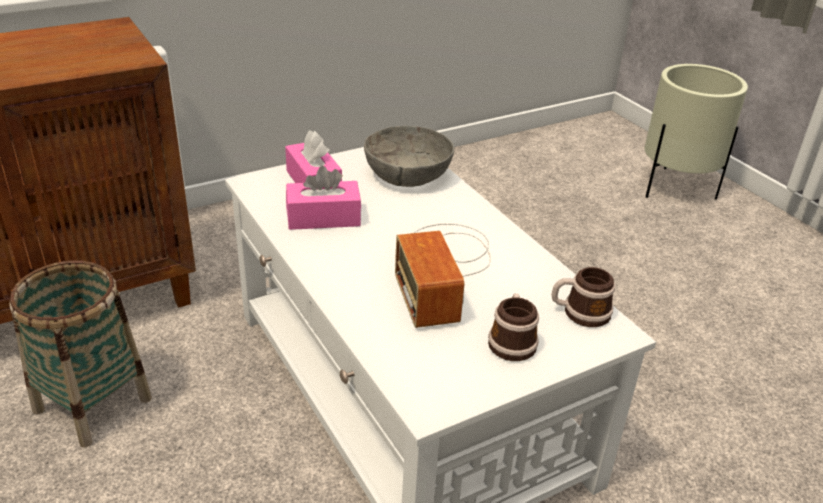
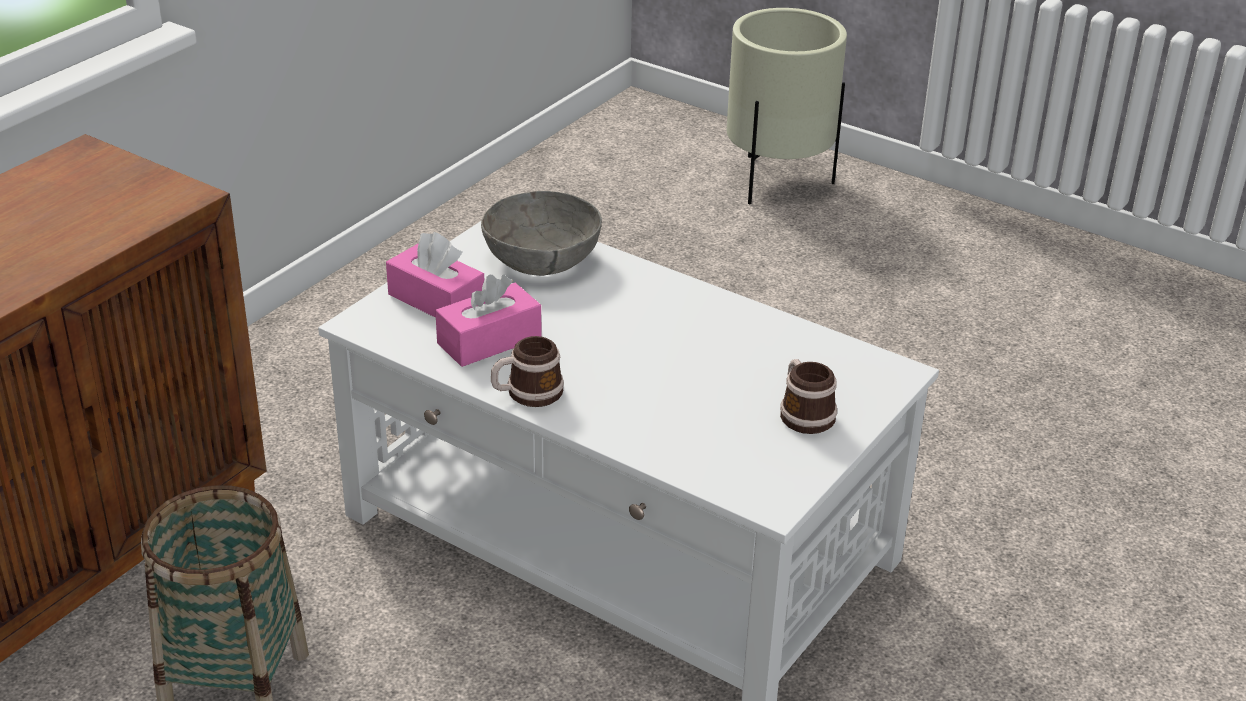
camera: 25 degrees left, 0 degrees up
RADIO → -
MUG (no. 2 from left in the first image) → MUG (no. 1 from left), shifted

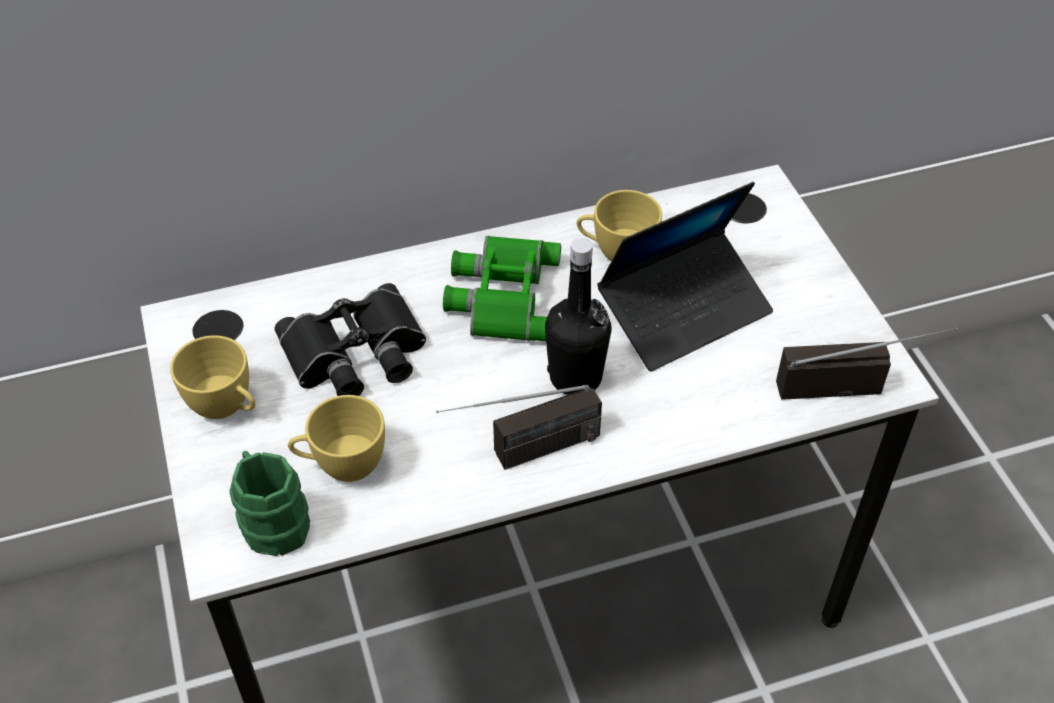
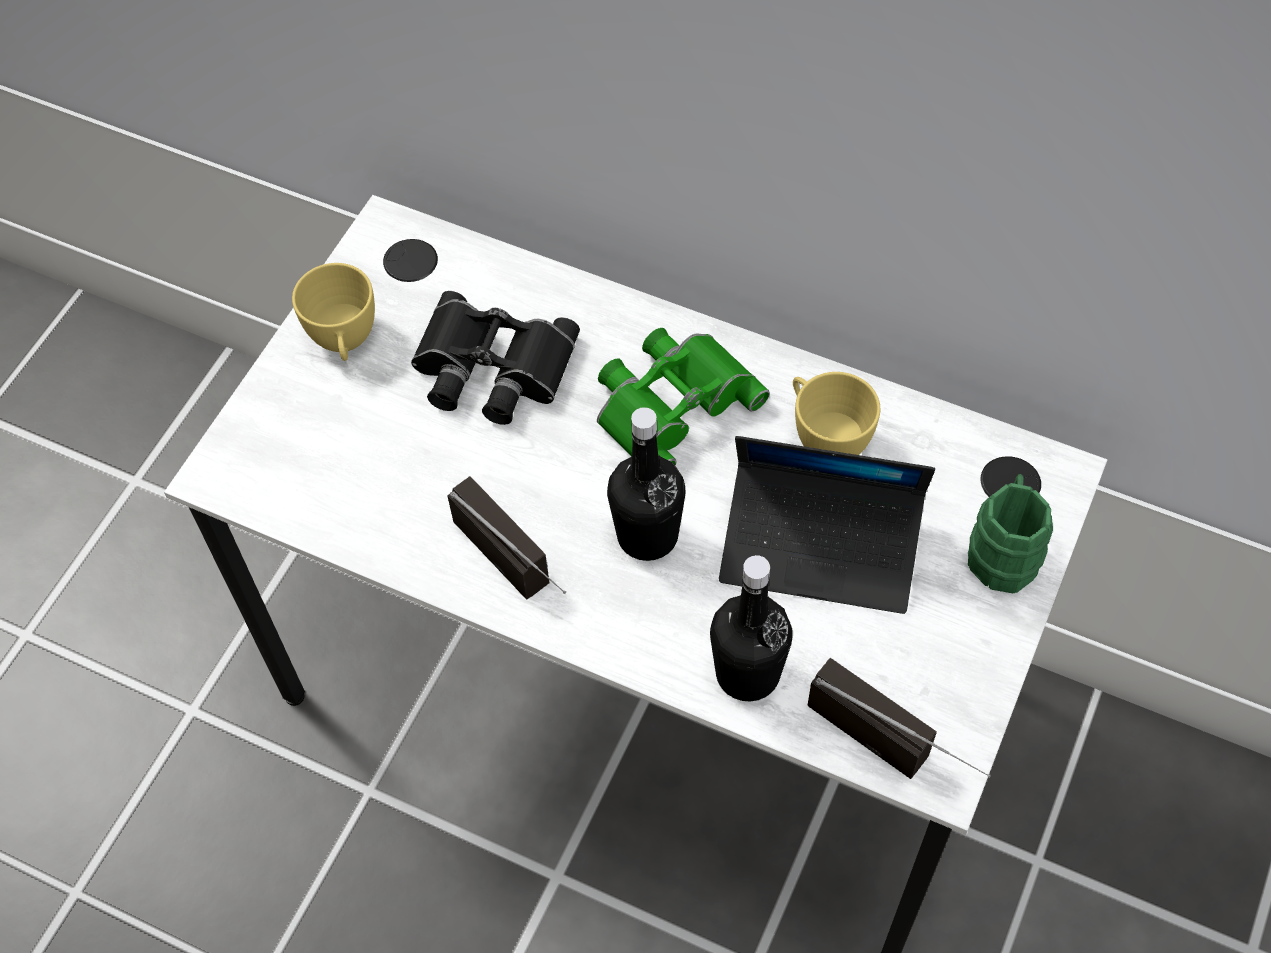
camera: 45 degrees right, 10 degrees up
GREEN MUG, shifted
YELLOW CUP (no. 2 from left) → -
RADIO (no. 1 from left), 150 degrees counterclockwise
- → BLACK BOTTLE (no. 2 from left)

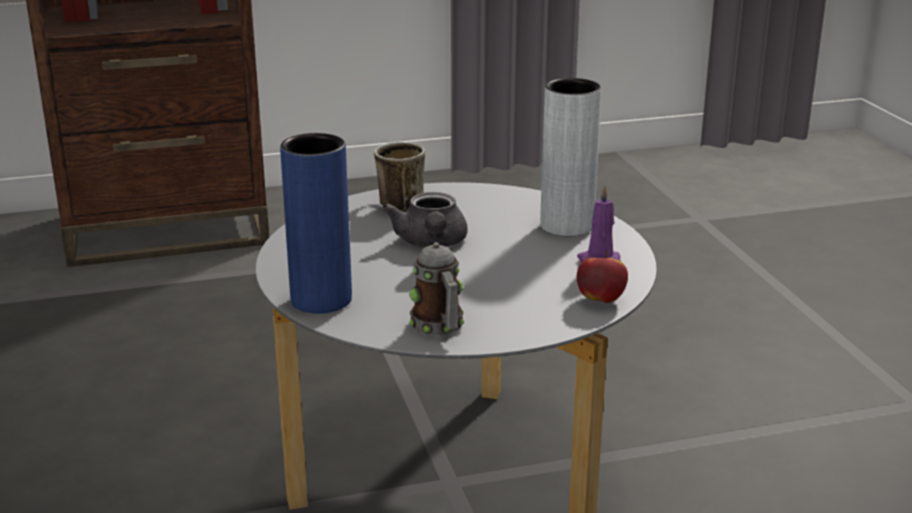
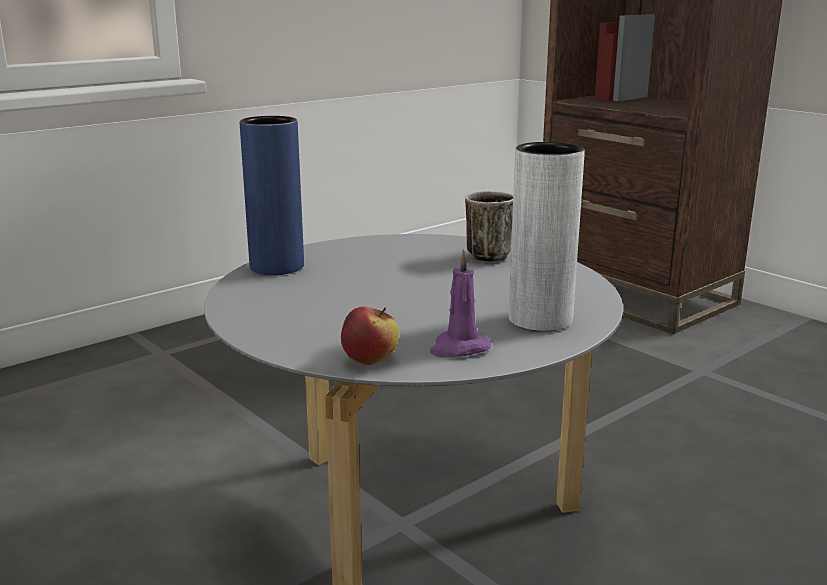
camera: 65 degrees right, 5 degrees down
GREY TEAPOT → -
MUG (no. 2 from left) → -

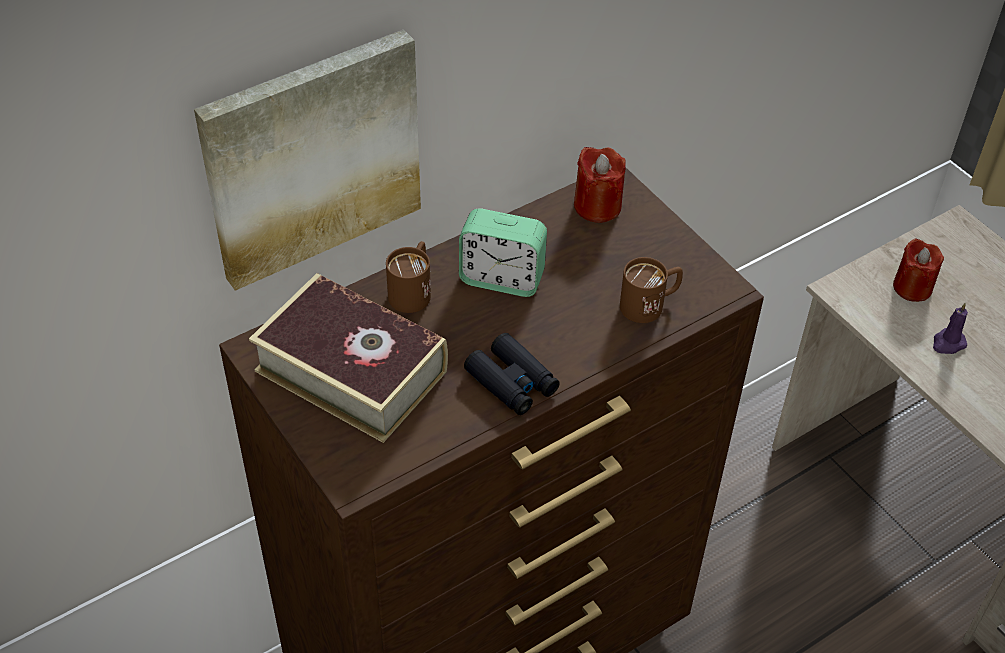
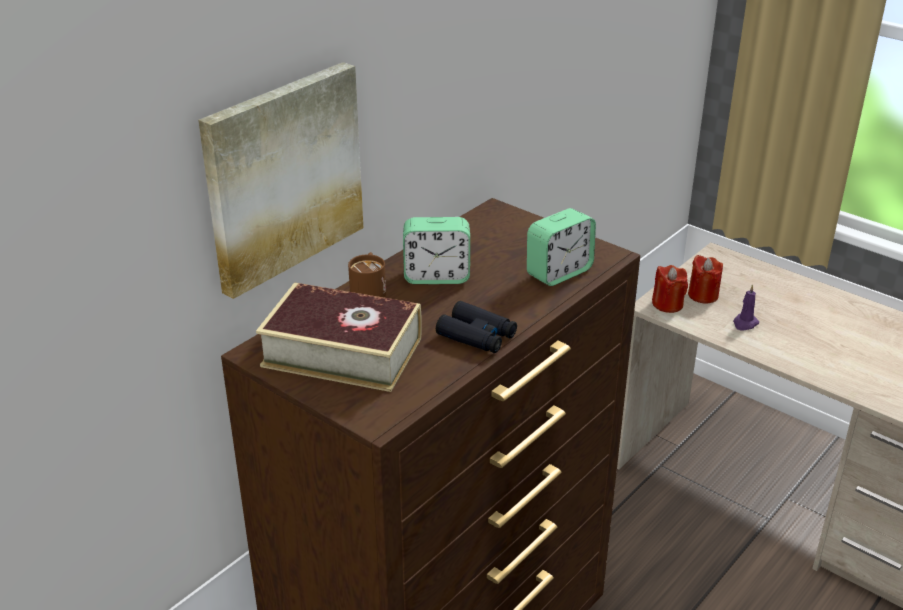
camera: 15 degrees left, 15 degrees down
RED CANDLE (no. 1 from left), shifted
BROWN MUG (no. 2 from left) → ALARM CLOCK (no. 2 from left)

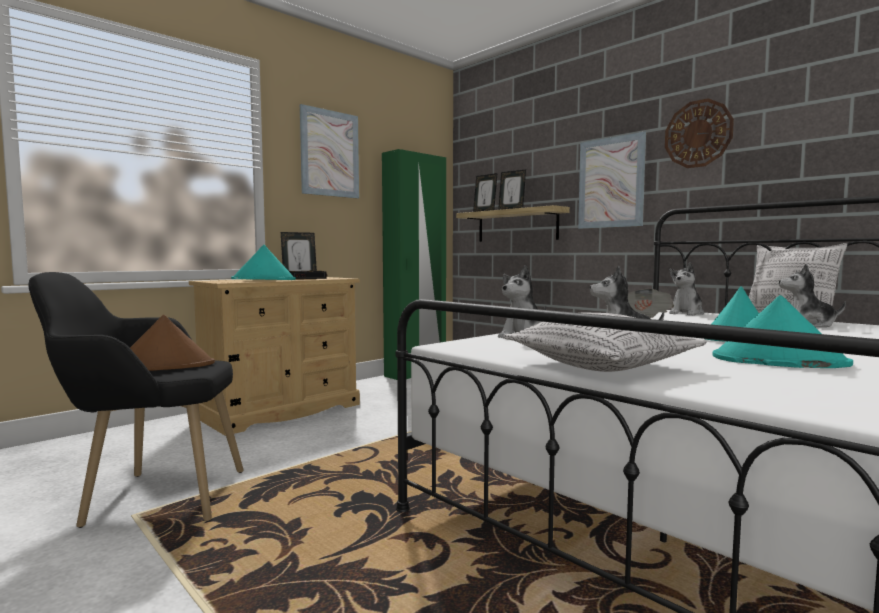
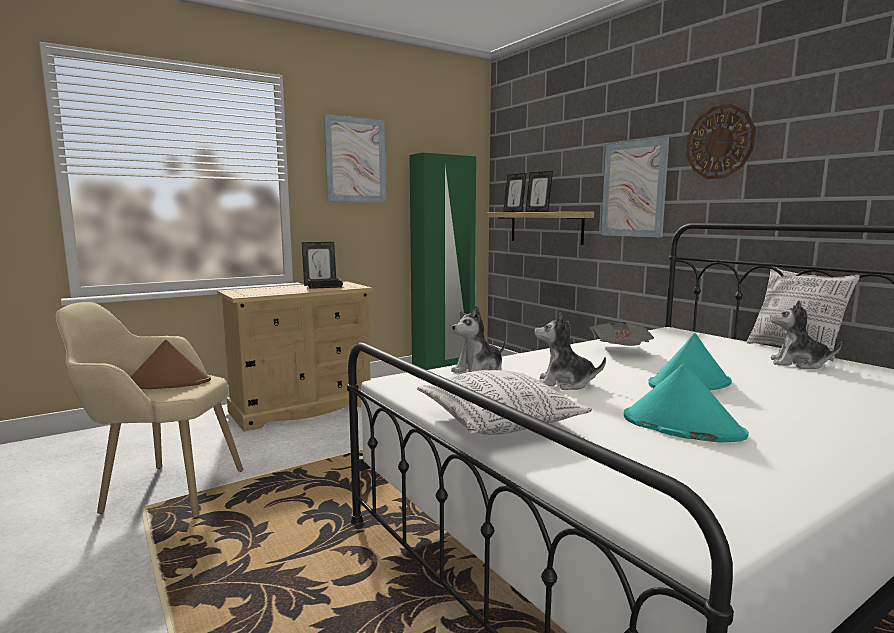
camera: 10 degrees right, 5 degrees up
BLACK ARMCHAIR → BEIGE ARMCHAIR
TURQUOISE HAT (no. 1 from left) → -
PLUSH TOY (no. 3 from left) → -

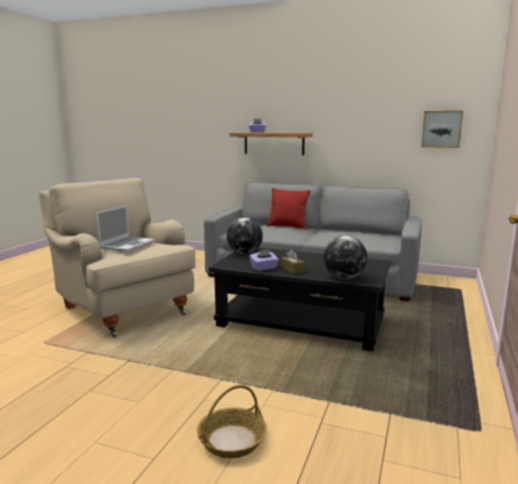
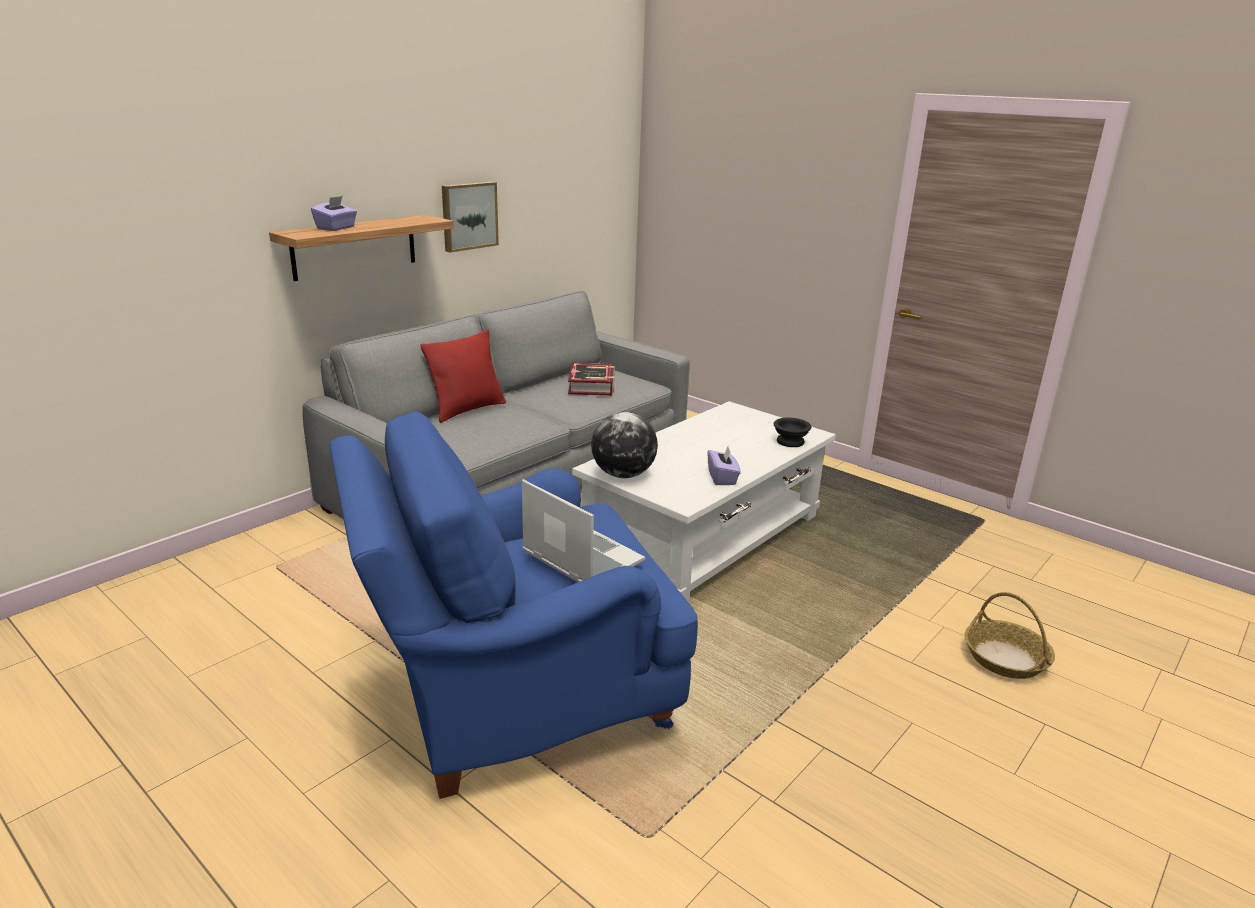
camera: 70 degrees left, 10 degrees up
BEIGE ARMCHAIR → BLUE ARMCHAIR
BLACK COFFEE TABLE → WHITE COFFEE TABLE
BROWN TISSUE BOX → -
GLOBE (no. 2 from left) → BLACK BOWL
PICTURE, shifted
- → BOOK

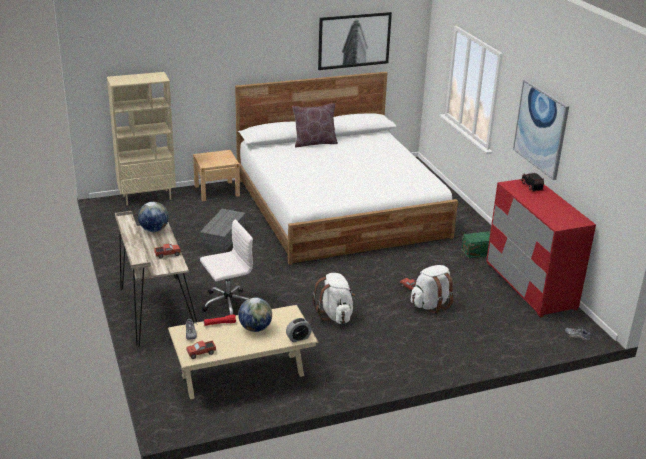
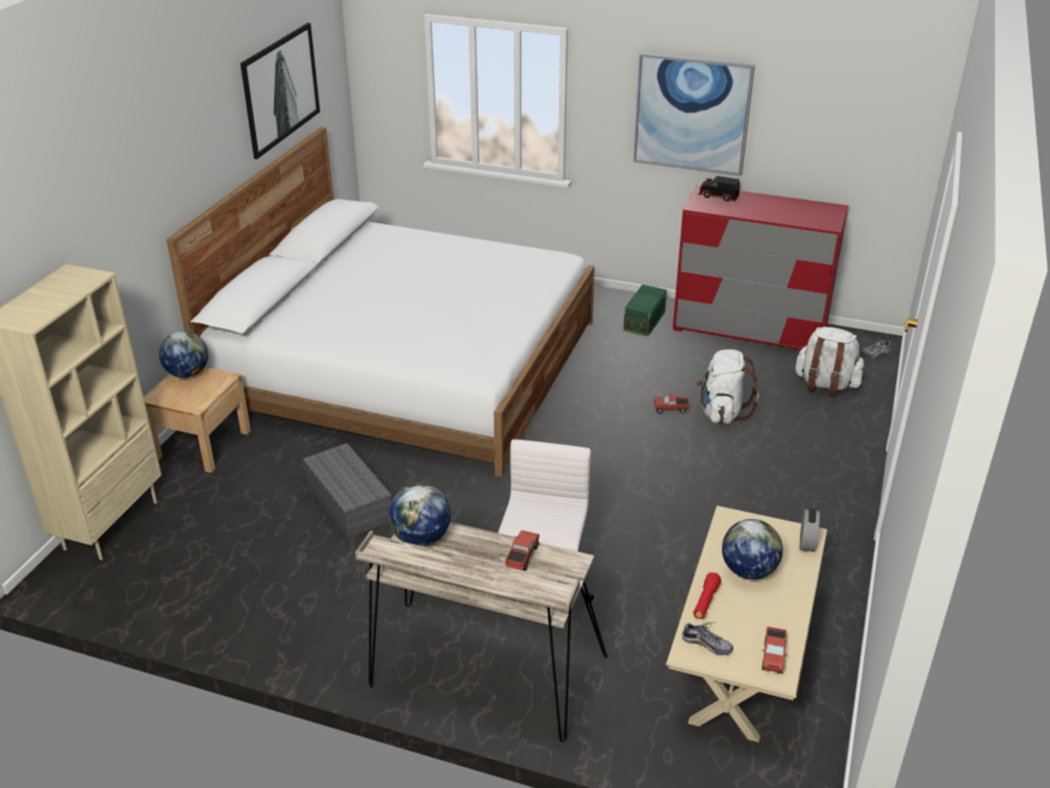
camera: 50 degrees left, 5 degrees up
BROWN PILLOW → -
WHITE BACKPACK (no. 1 from left in the first image) → WHITE BACKPACK (no. 2 from left), shifted
- → GLOBE (no. 1 from left)

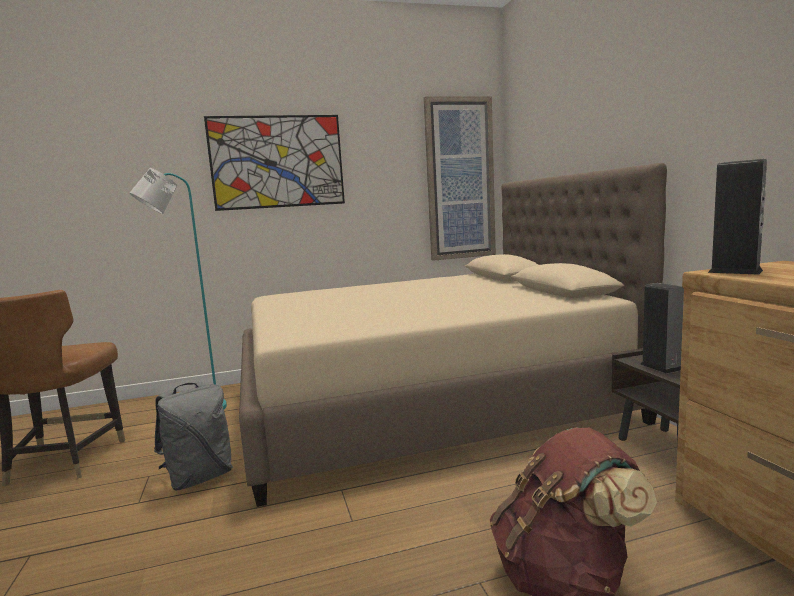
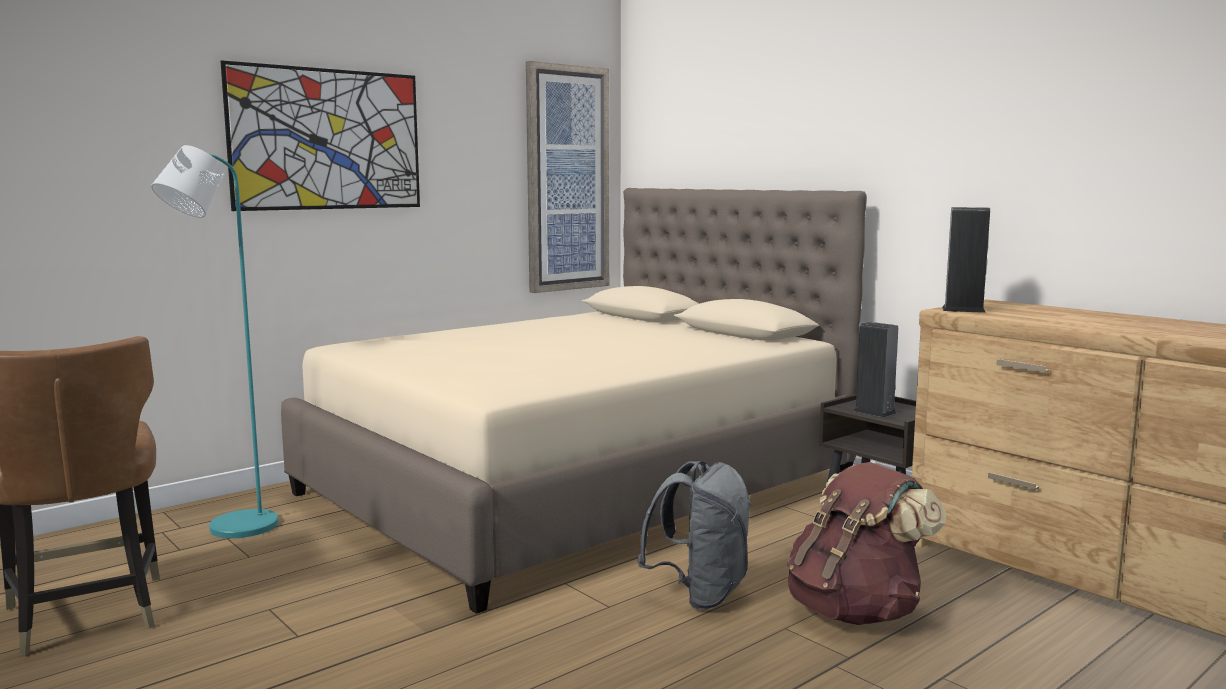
camera: 25 degrees left, 0 degrees up
GREY BACKPACK, shifted

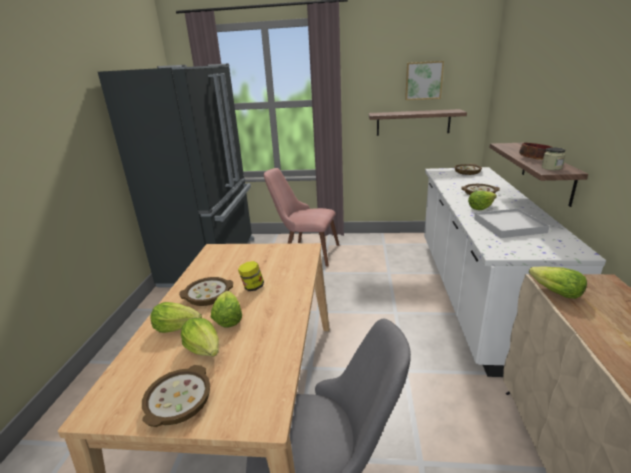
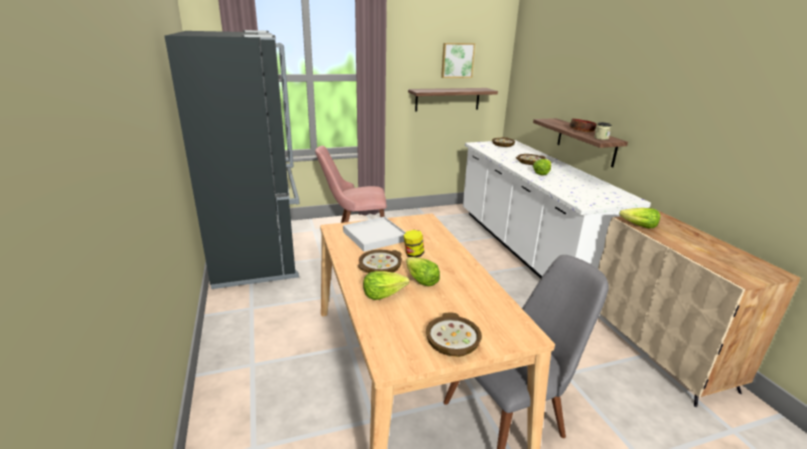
camera: 25 degrees left, 0 degrees up
LETTUCE (no. 2 from left) → -
WHITE TRAY, shifted

